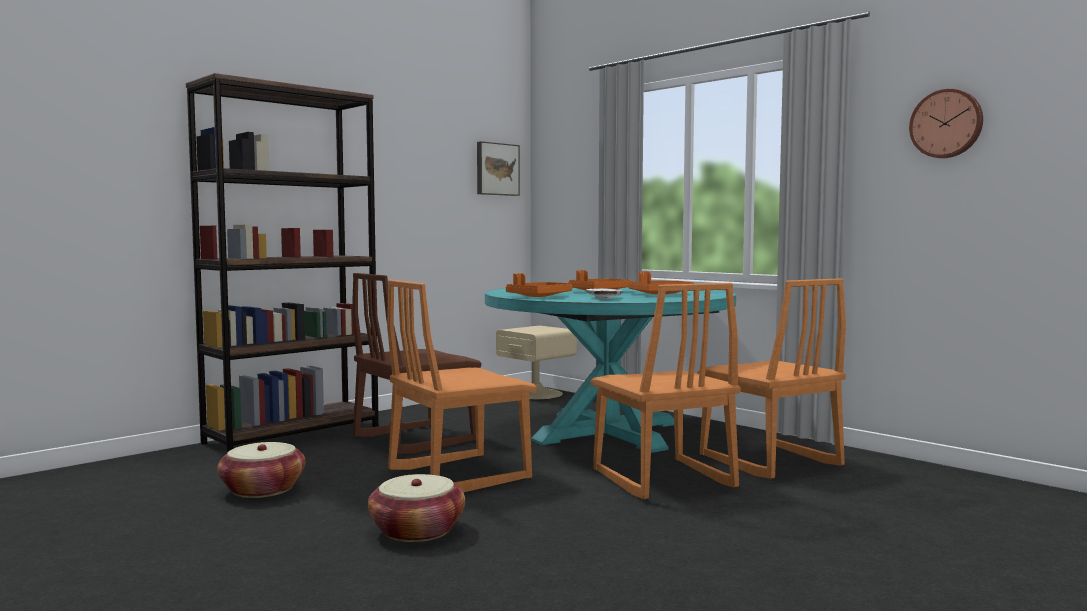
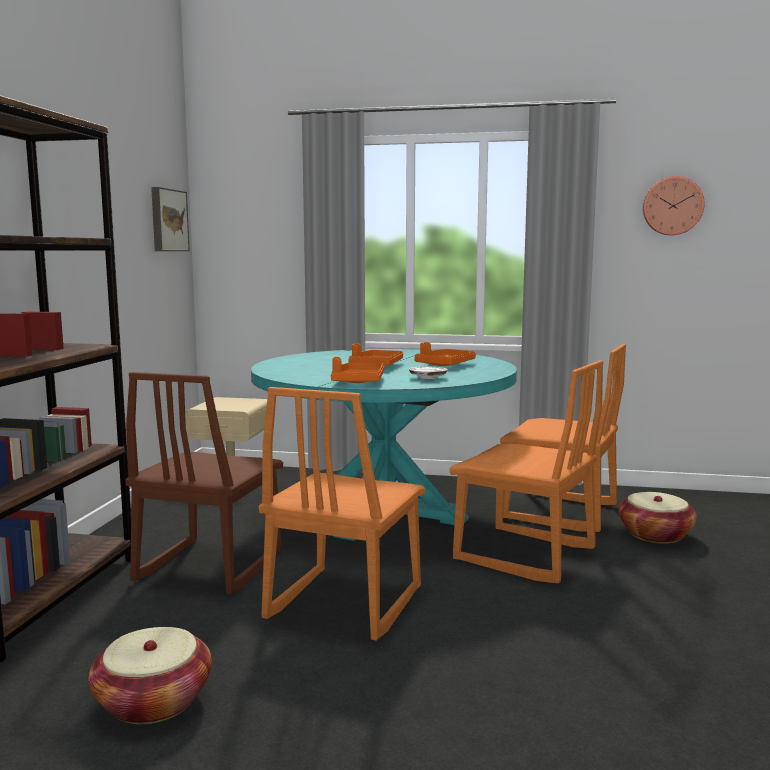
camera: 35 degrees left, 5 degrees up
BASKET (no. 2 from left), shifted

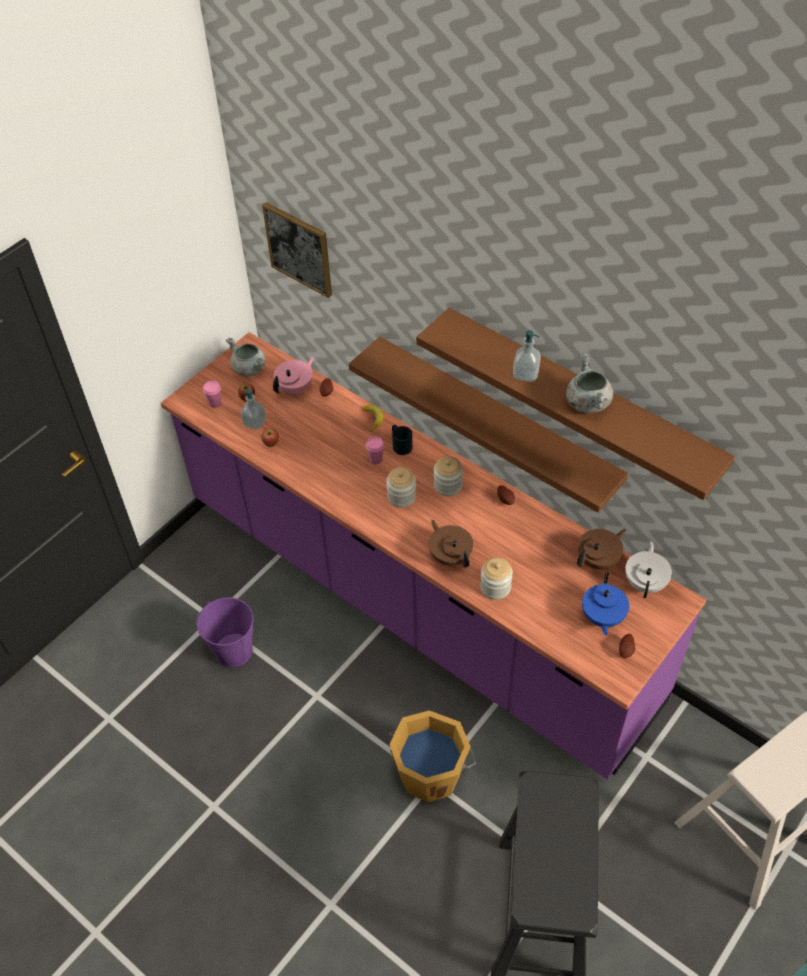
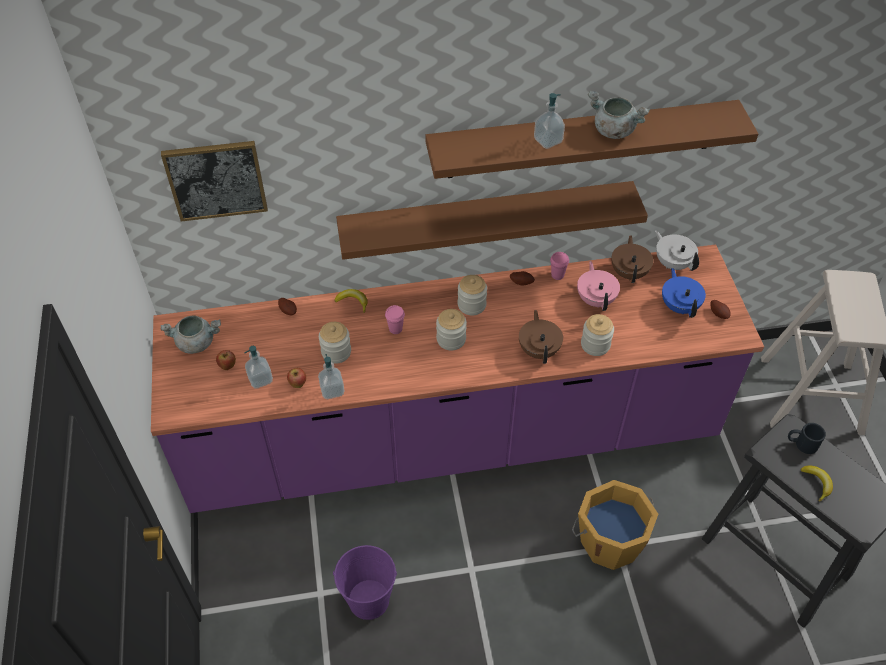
camera: 50 degrees left, 0 degrees up
PINK CUP (no. 1 from left in the first image) → PINK CUP (no. 2 from left), shifted
PINK TEAPOT, shifted
BLACK MUG, shifted
BROWN TEAPOT (no. 1 from left), 75 degrees clockwise
BLUE TEAPOT, 150 degrees counterclockwise
- → SOAP DISPENSER (no. 2 from left)
- → JAR (no. 1 from left)
- → BANANA (no. 2 from left)

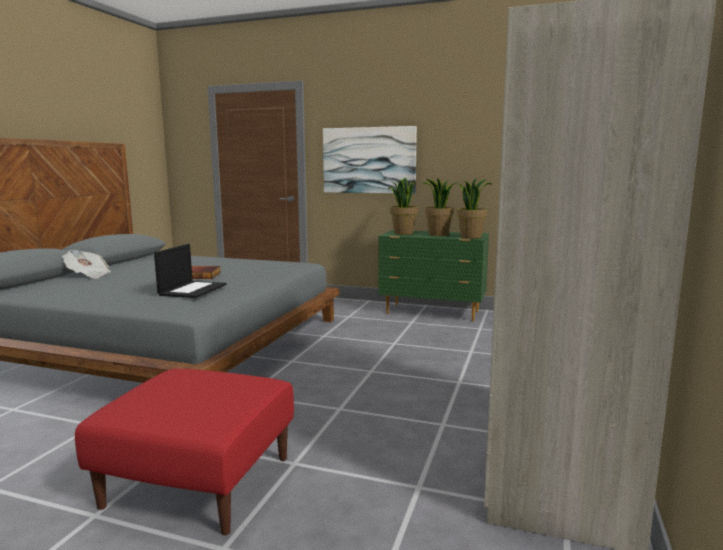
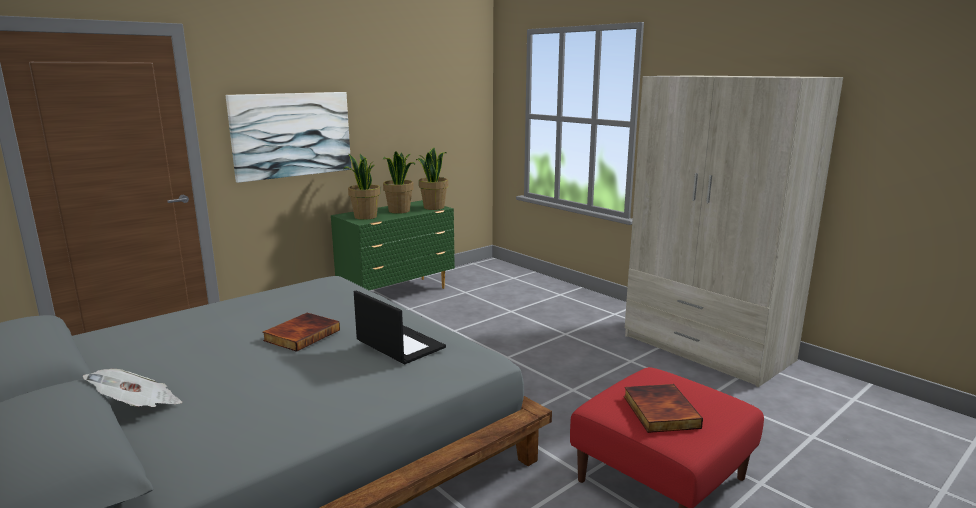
camera: 60 degrees left, 5 degrees up
- → BOOK (no. 2 from left)

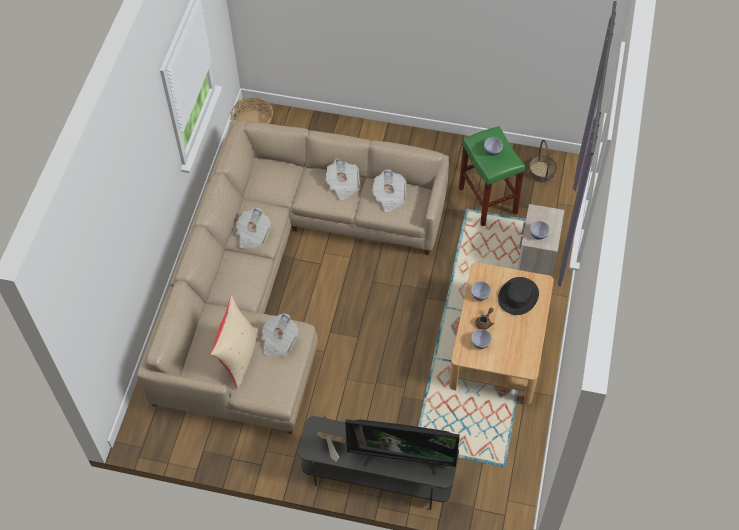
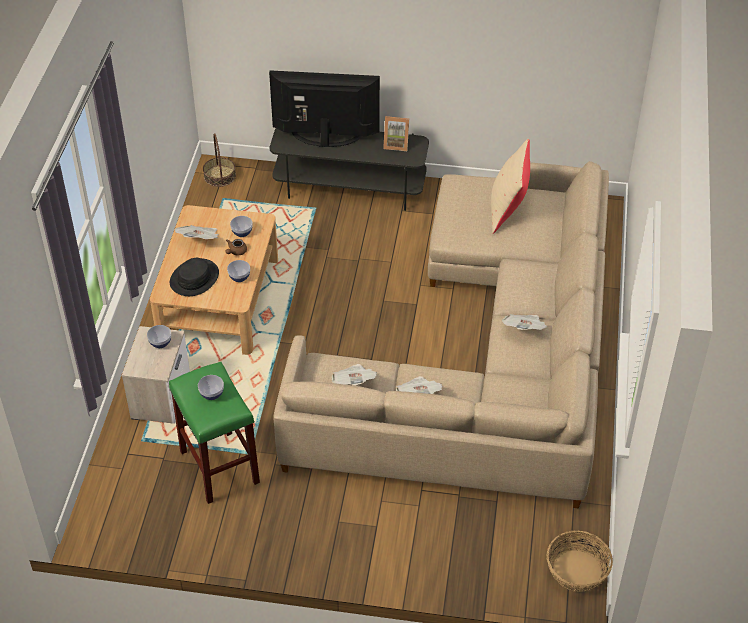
camera: 175 degrees right, 10 degrees down
NEWSPAPER (no. 2 from left in the first image) → NEWSPAPER (no. 1 from left), shifted
BASKET (no. 2 from left in the first image) → BASKET (no. 1 from left), shifted

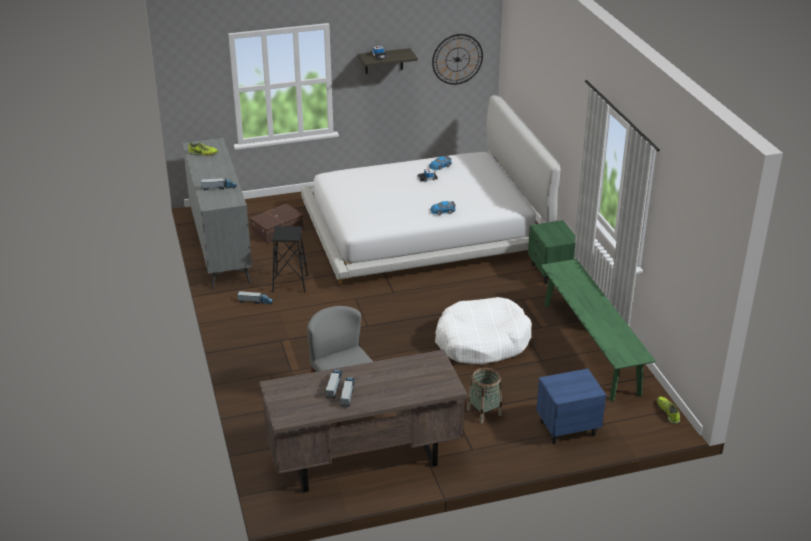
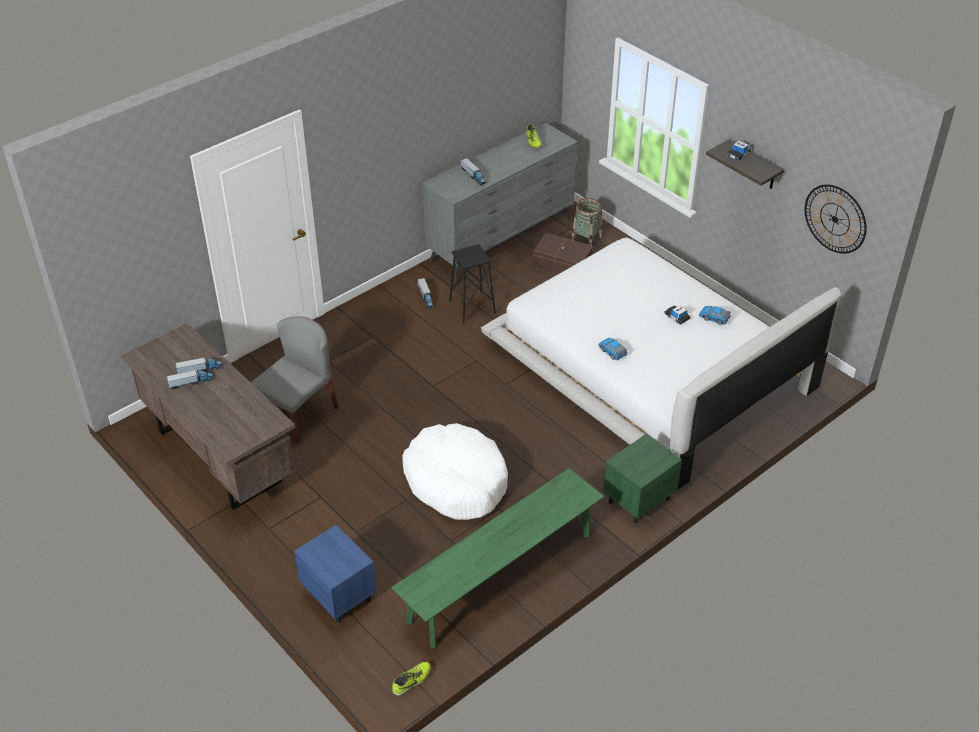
camera: 65 degrees right, 10 degrees up
BASKET, shifted

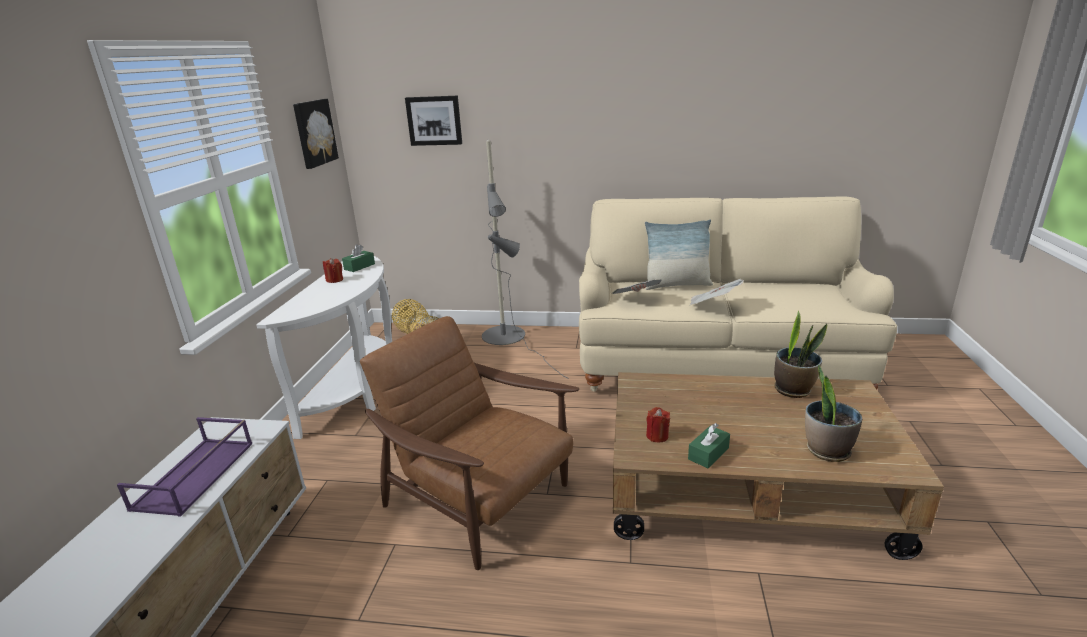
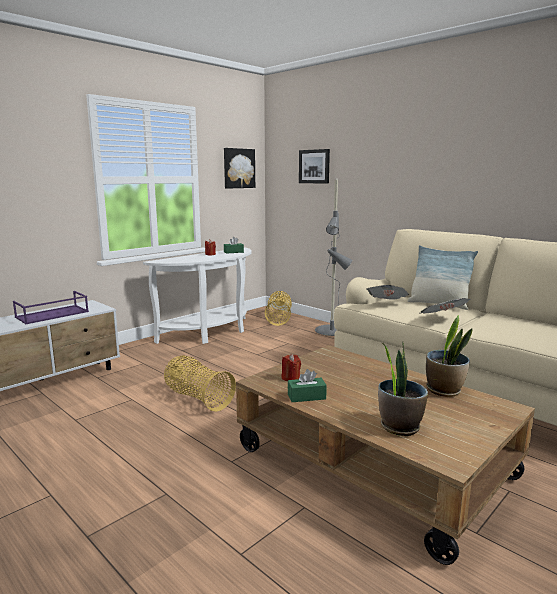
camera: 35 degrees right, 10 degrees down
BROWN ARMCHAIR → BASKET (no. 1 from left)

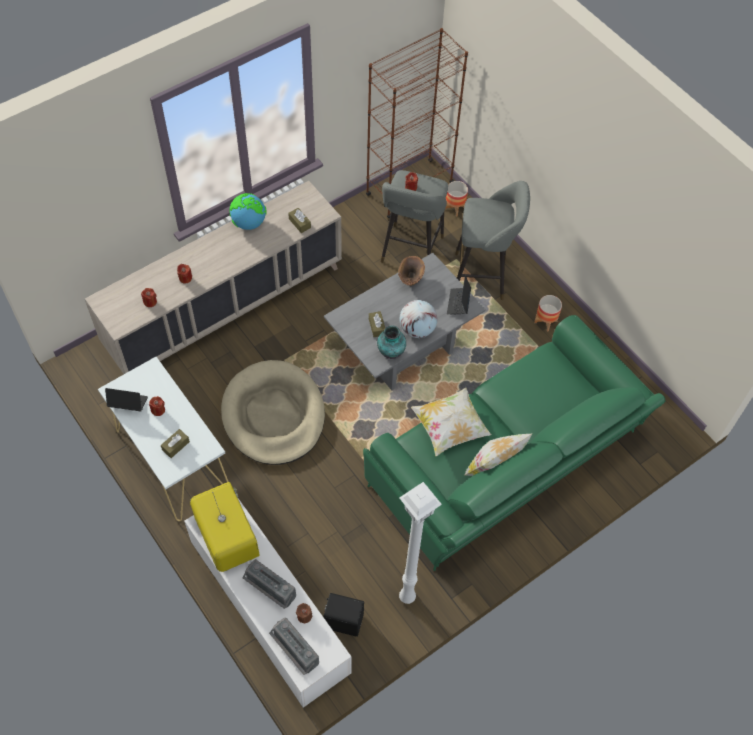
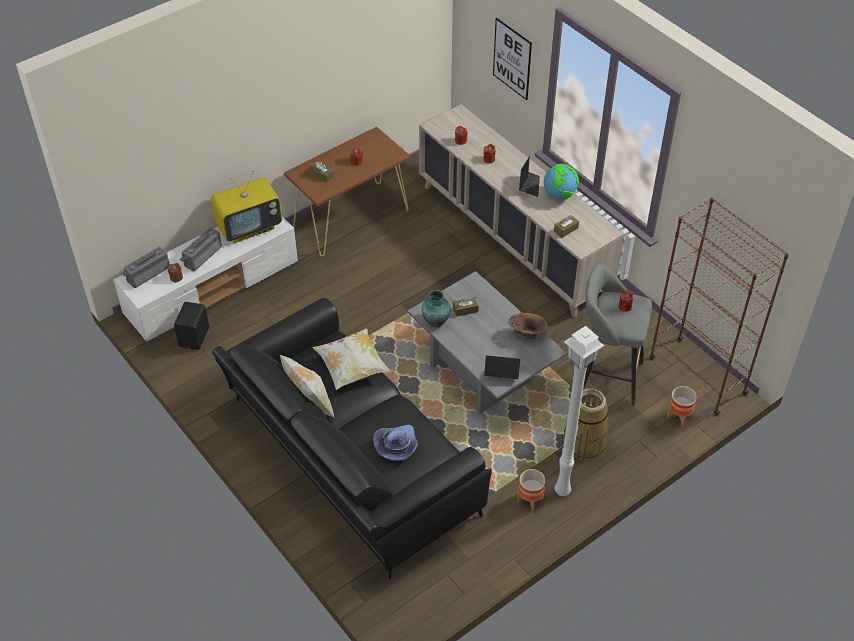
camera: 90 degrees right, 10 degrees down
WHITE CONSOLE TABLE → BROWN CONSOLE TABLE
LAPTOP (no. 1 from left in the first image) → LAPTOP (no. 2 from left), shifted
BEIGE DOG BED → -
GREEN SOFA → BLACK SOFA
GLOBE (no. 2 from left) → -
WHITE FLOOR LAMP, shifted
GREY STOOL (no. 2 from left) → BASKET
- → PURPLE HAT
- → PICTURE

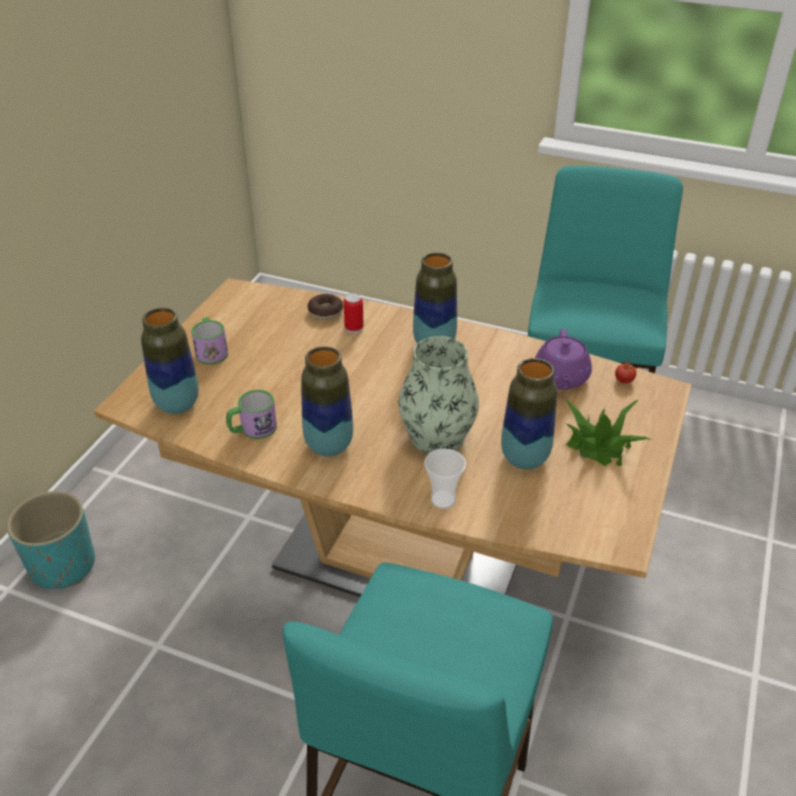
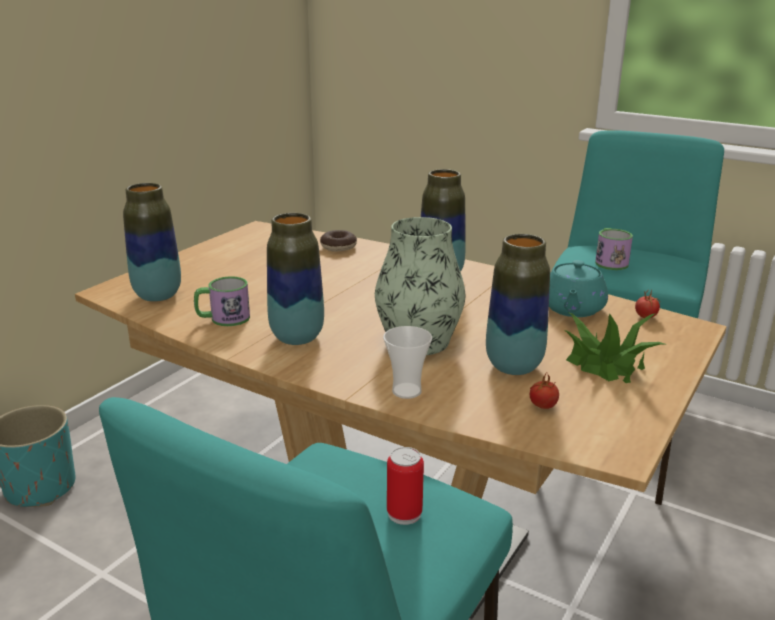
camera: 10 degrees right, 15 degrees down
MUG (no. 1 from left in the first image) → MUG (no. 2 from left), shifted
CAN, shifted
PURPLE TEAPOT → TURQUOISE TEAPOT
- → TOMATO (no. 1 from left)

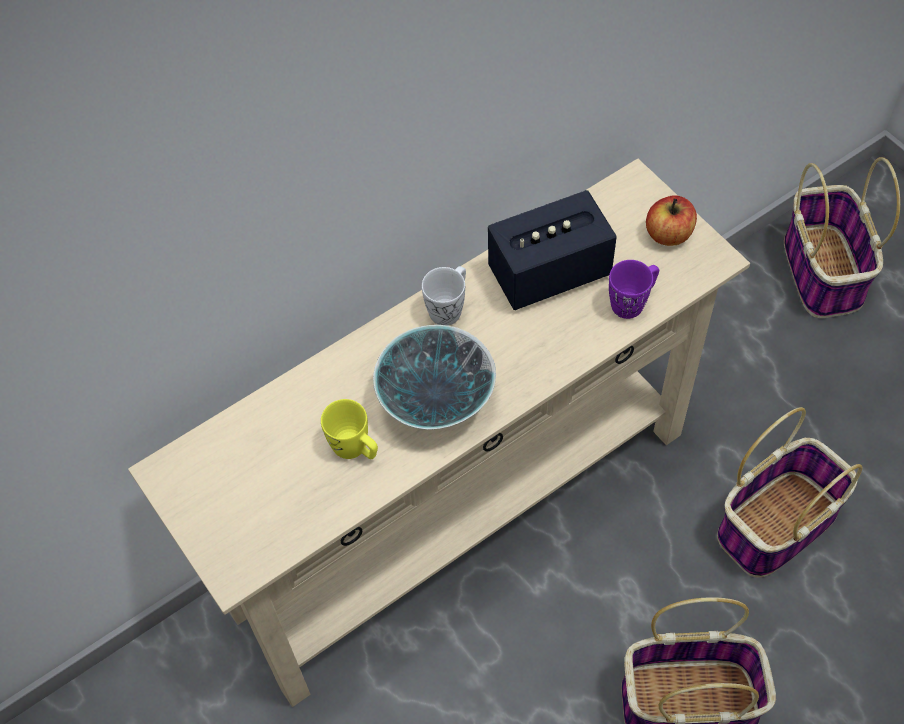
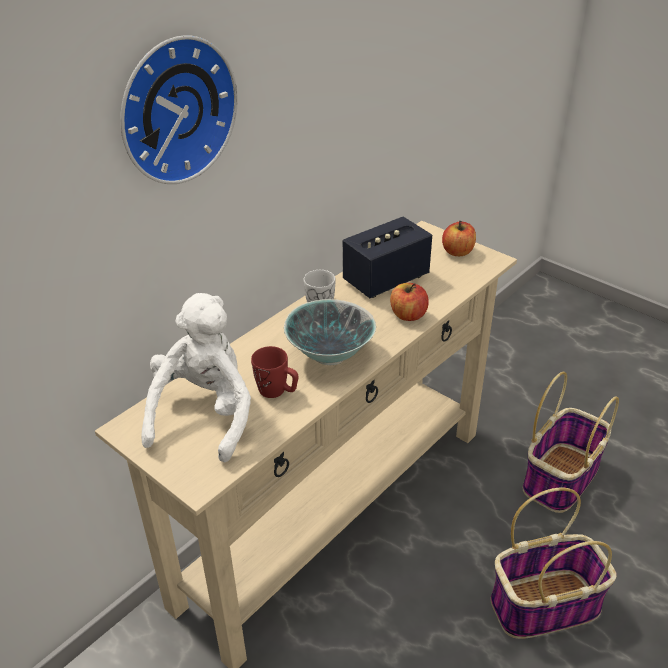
camera: 15 degrees left, 20 degrees down
YELLOW MUG → RED MUG
PURPLE MUG → -
BASKET (no. 3 from left) → -
- → WALL CLOCK
- → WHITE PLUSH TOY
- → APPLE (no. 1 from left)

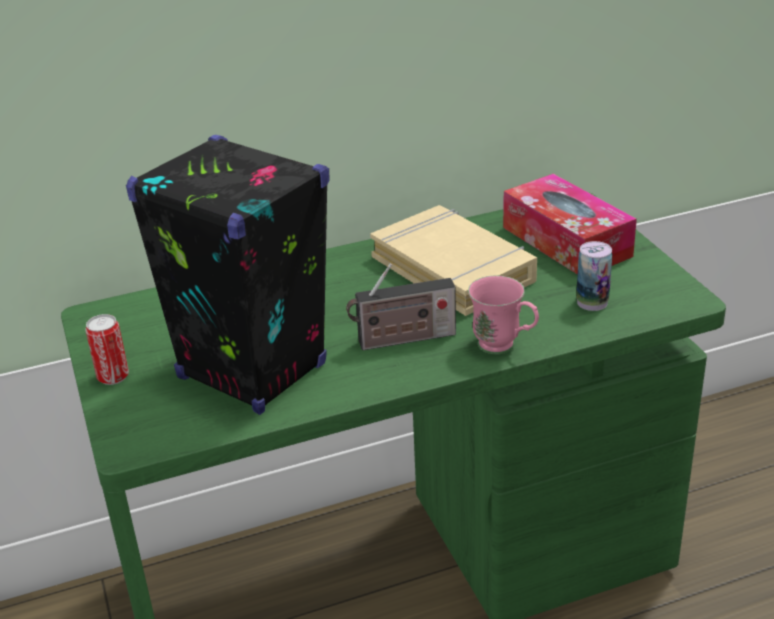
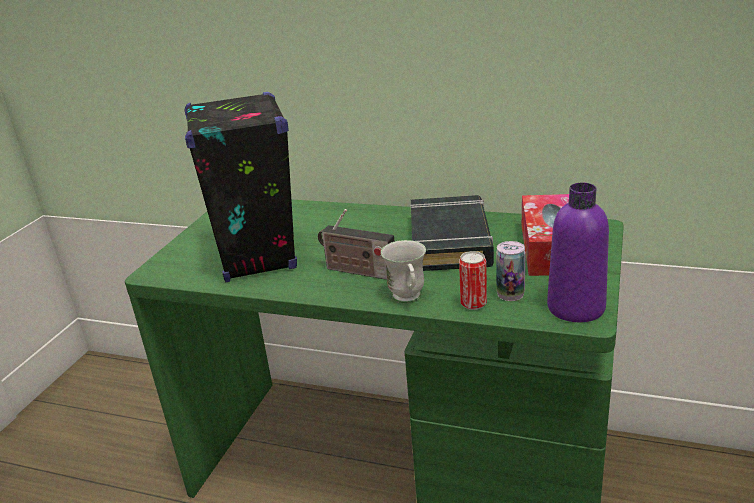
camera: 40 degrees right, 5 degrees down
CAN (no. 1 from left), shifted
BEIGE BOOK → BLACK BOOK
PINK MUG → WHITE MUG
- → PURPLE BOTTLE

